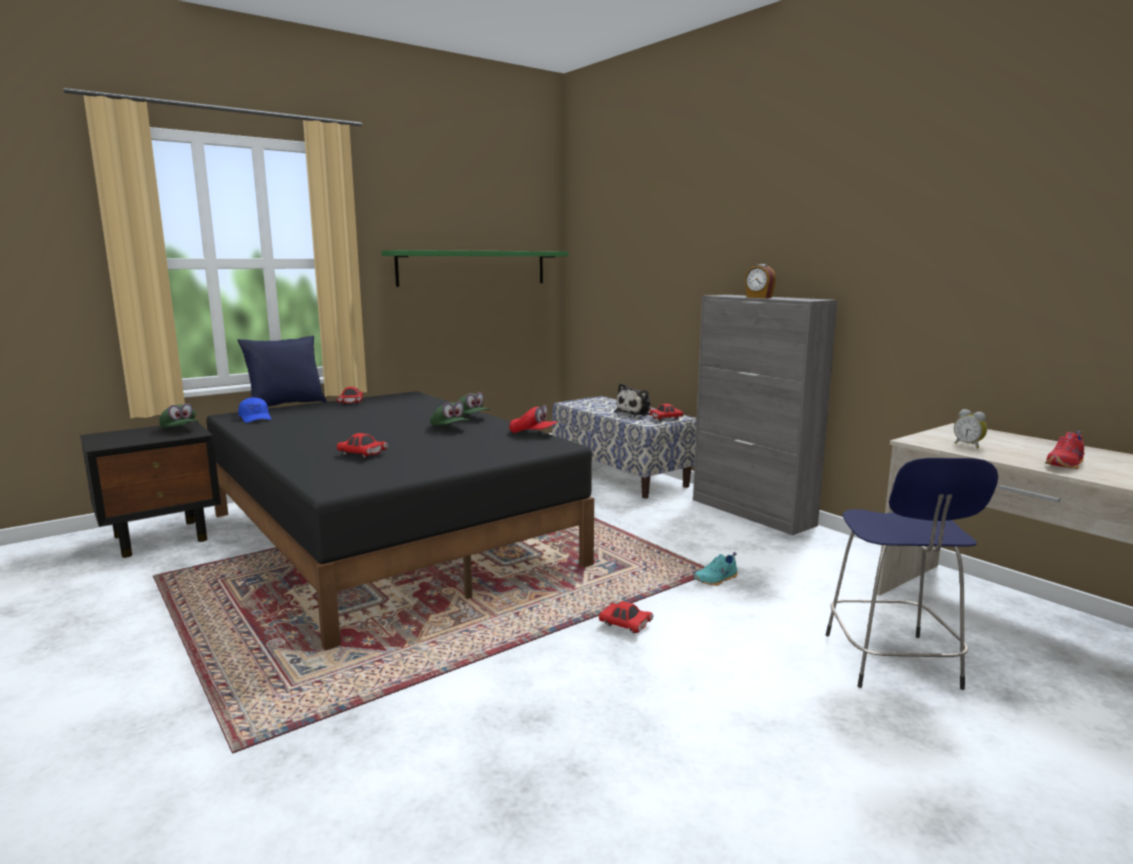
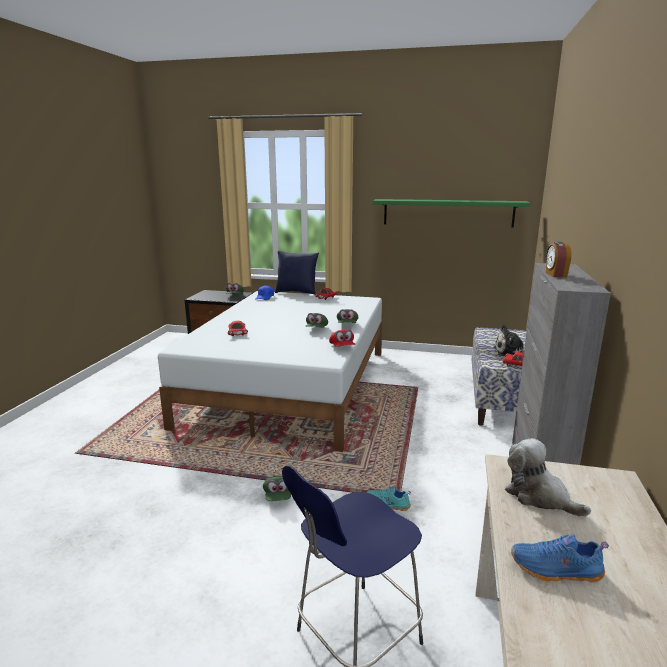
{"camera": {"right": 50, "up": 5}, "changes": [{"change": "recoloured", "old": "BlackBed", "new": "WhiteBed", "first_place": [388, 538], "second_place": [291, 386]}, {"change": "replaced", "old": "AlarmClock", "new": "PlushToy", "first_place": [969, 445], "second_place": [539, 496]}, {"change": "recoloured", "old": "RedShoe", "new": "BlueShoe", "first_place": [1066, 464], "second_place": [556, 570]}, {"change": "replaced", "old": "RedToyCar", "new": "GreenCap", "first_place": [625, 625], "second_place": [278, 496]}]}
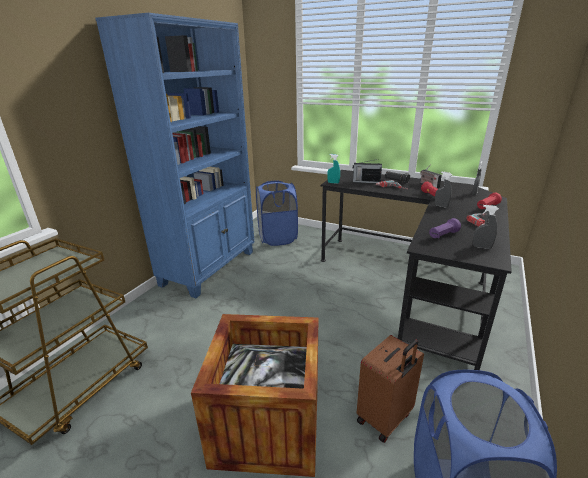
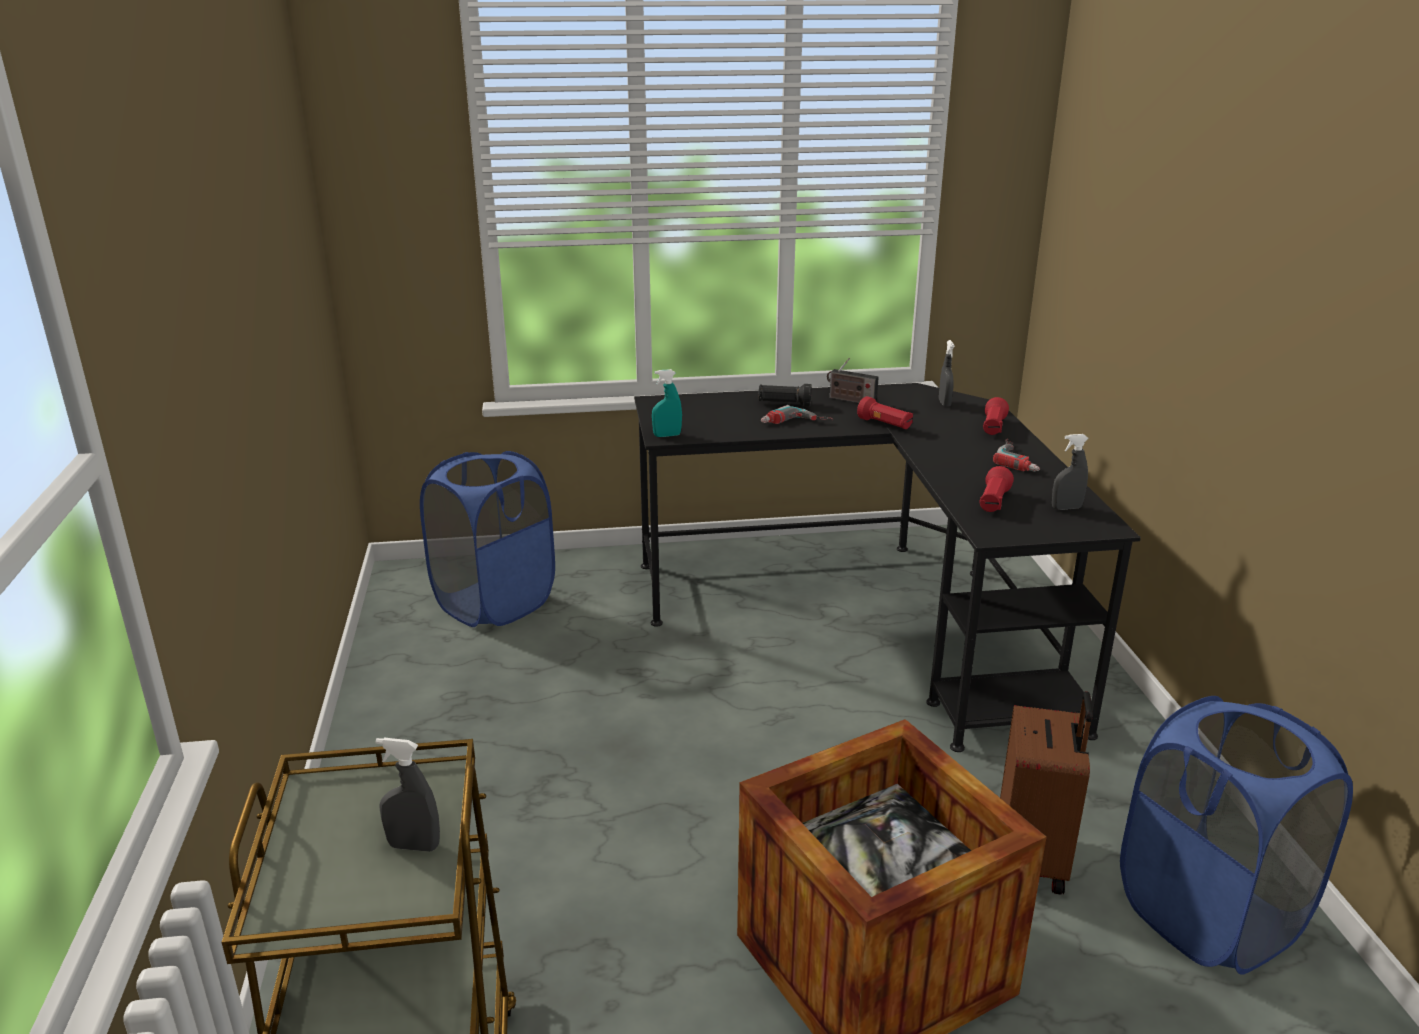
{"camera": {"right": -35, "up": 0}, "changes": [{"change": "removed", "old": "BlueBookcase", "first_place": [210, 267]}, {"change": "removed", "old": "Radio", "first_place": [366, 181]}, {"change": "moved", "old": "GreySprayBottle", "first_place": [441, 206], "second_place": [414, 846]}, {"change": "recoloured", "old": "PurpleFlashlight", "new": "RedFlashlight", "first_place": [443, 235], "second_place": [993, 502]}]}
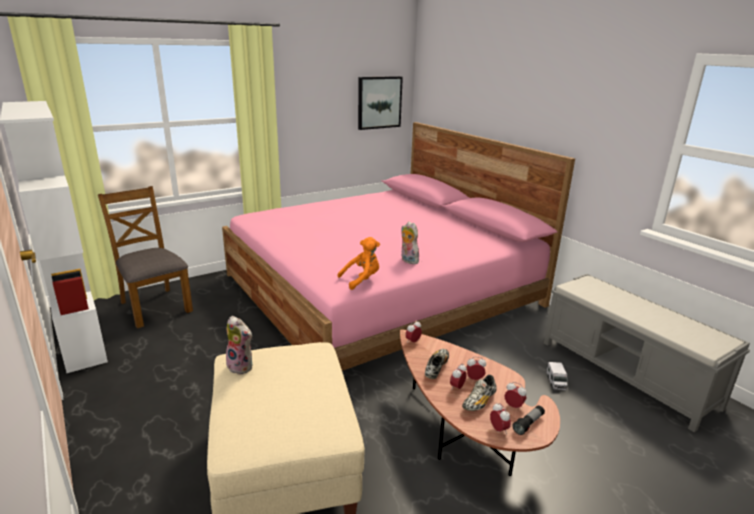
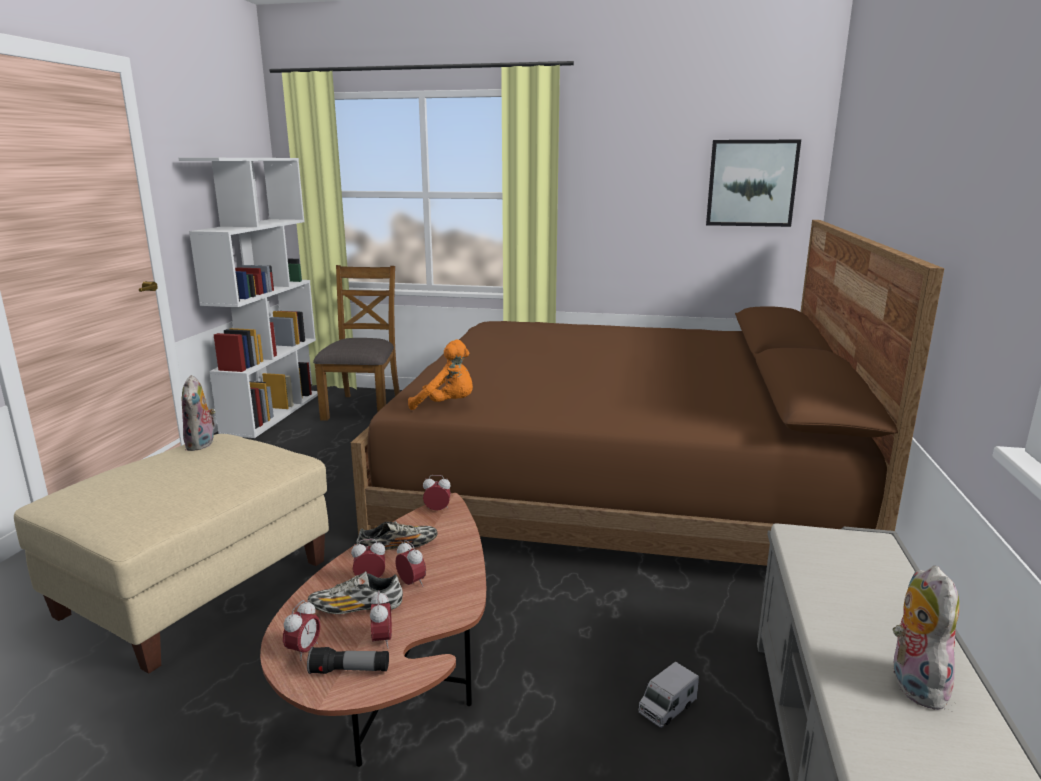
{"camera": {"right": 45, "up": -5}, "changes": [{"change": "recoloured", "old": "PinkBed", "new": "BrownBed", "first_place": [381, 290], "second_place": [619, 471]}, {"change": "moved", "old": "PlushToy", "first_place": [408, 260], "second_place": [912, 683]}]}
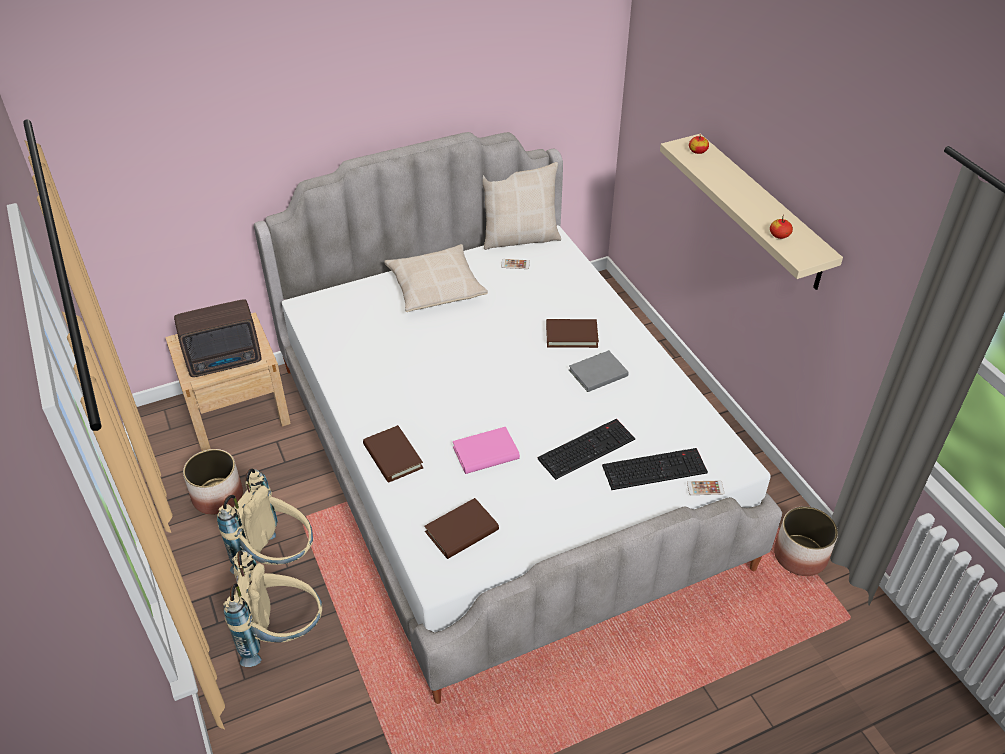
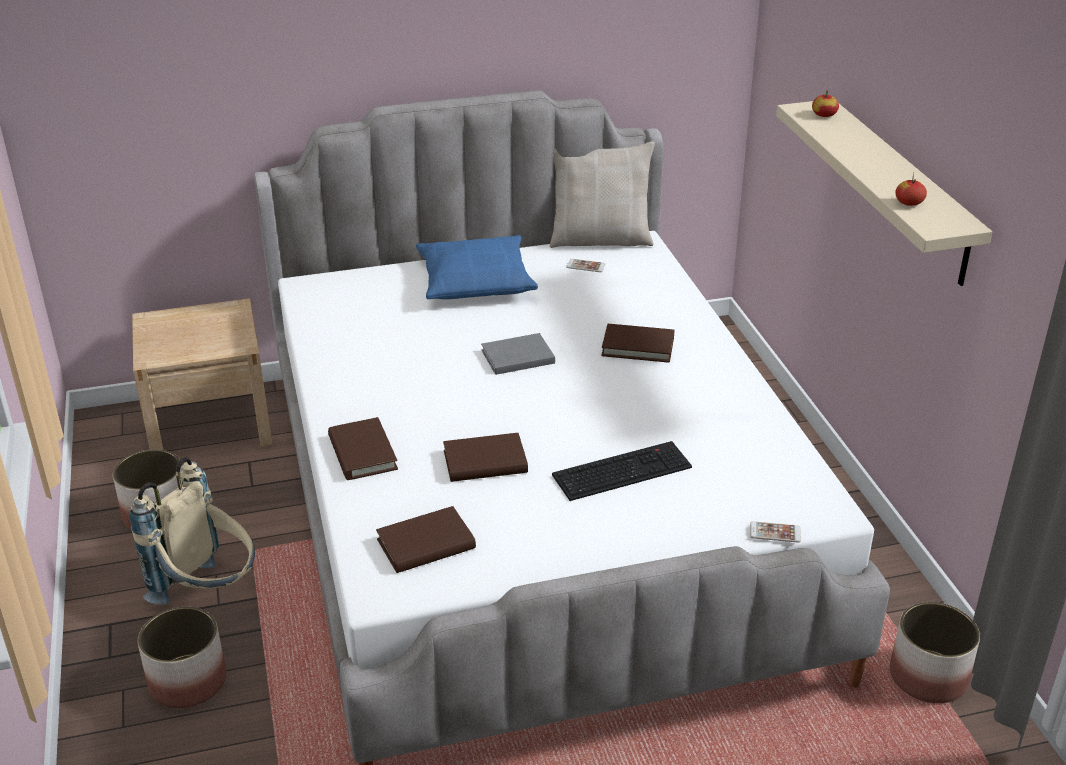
{"camera": {"right": 10, "up": -10}, "changes": [{"change": "recoloured", "old": "BeigePillow", "new": "BluePillow", "first_place": [435, 287], "second_place": [475, 280]}, {"change": "removed", "old": "Radio", "first_place": [226, 361]}, {"change": "moved", "old": "GreyBook", "first_place": [596, 373], "second_place": [515, 356]}, {"change": "recoloured", "old": "PinkBook", "new": "BrownBook", "first_place": [486, 453], "second_place": [485, 462]}, {"change": "removed", "old": "Keyboard", "first_place": [655, 468]}, {"change": "replaced", "old": "BeigeBackpack", "new": "Planter", "first_place": [282, 634], "second_place": [187, 681]}]}
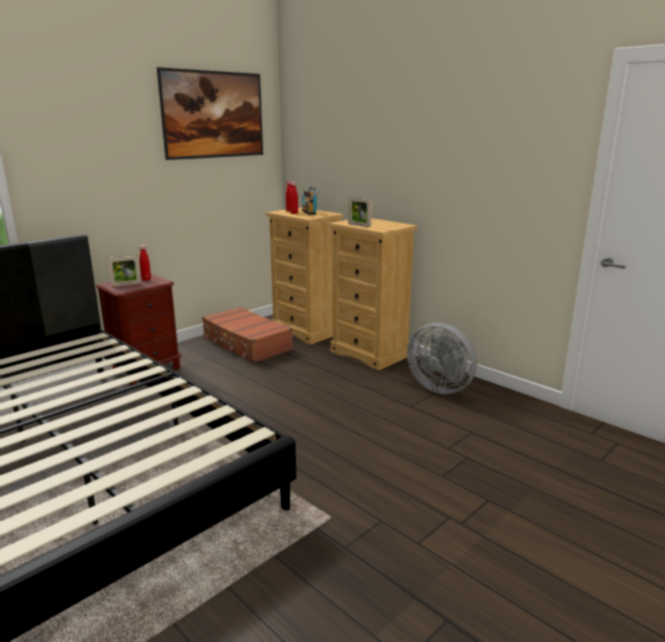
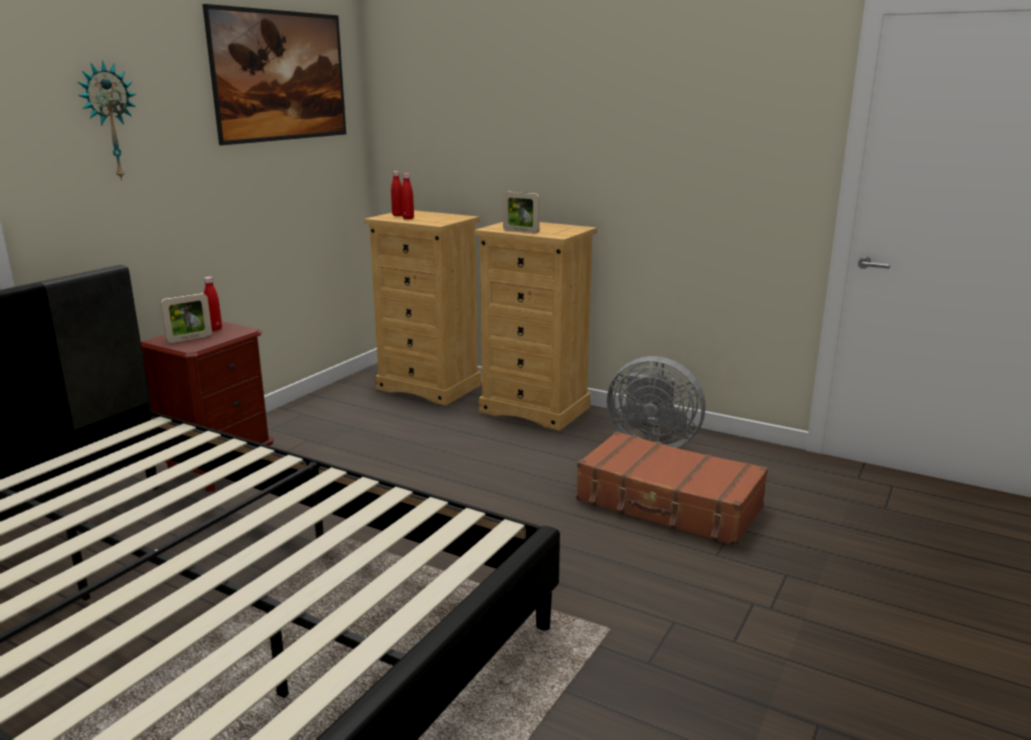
{"camera": {"right": -15, "up": 0}, "changes": [{"change": "removed", "old": "Radio", "first_place": [310, 212]}, {"change": "moved", "old": "BrownSuitcase", "first_place": [246, 344], "second_place": [668, 504]}, {"change": "added", "new": "WallClock", "second_place": [109, 121]}]}
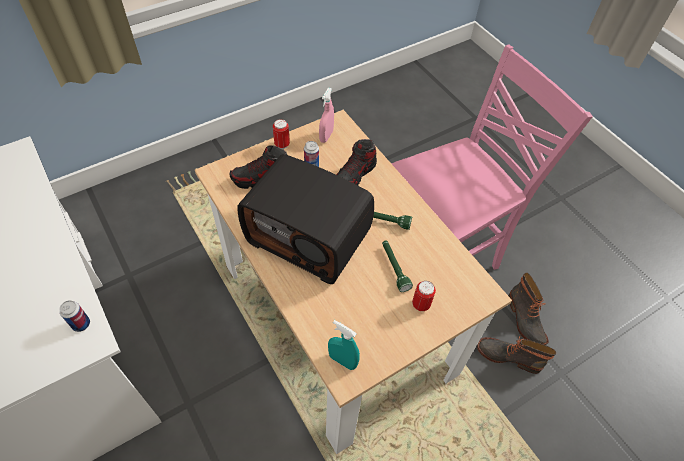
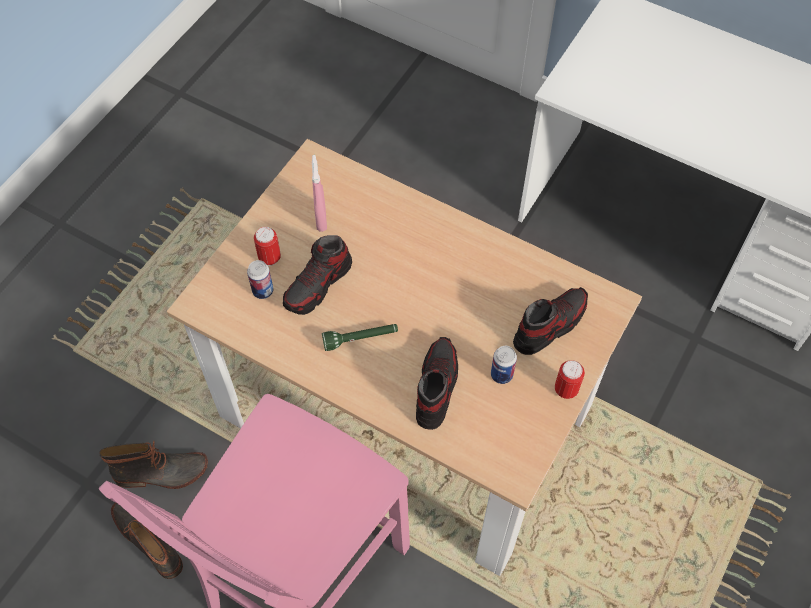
{"camera": {"right": 155, "up": 5}, "changes": [{"change": "moved", "old": "PinkSprayBottle", "first_place": [326, 136], "second_place": [321, 219]}, {"change": "removed", "old": "Radio", "first_place": [309, 236]}, {"change": "replaced", "old": "GreenFlashlight", "new": "Shoe", "first_place": [394, 268], "second_place": [318, 285]}, {"change": "moved", "old": "Can", "first_place": [81, 324], "second_place": [263, 291]}, {"change": "removed", "old": "TurquoiseSprayBottle", "first_place": [342, 360]}]}
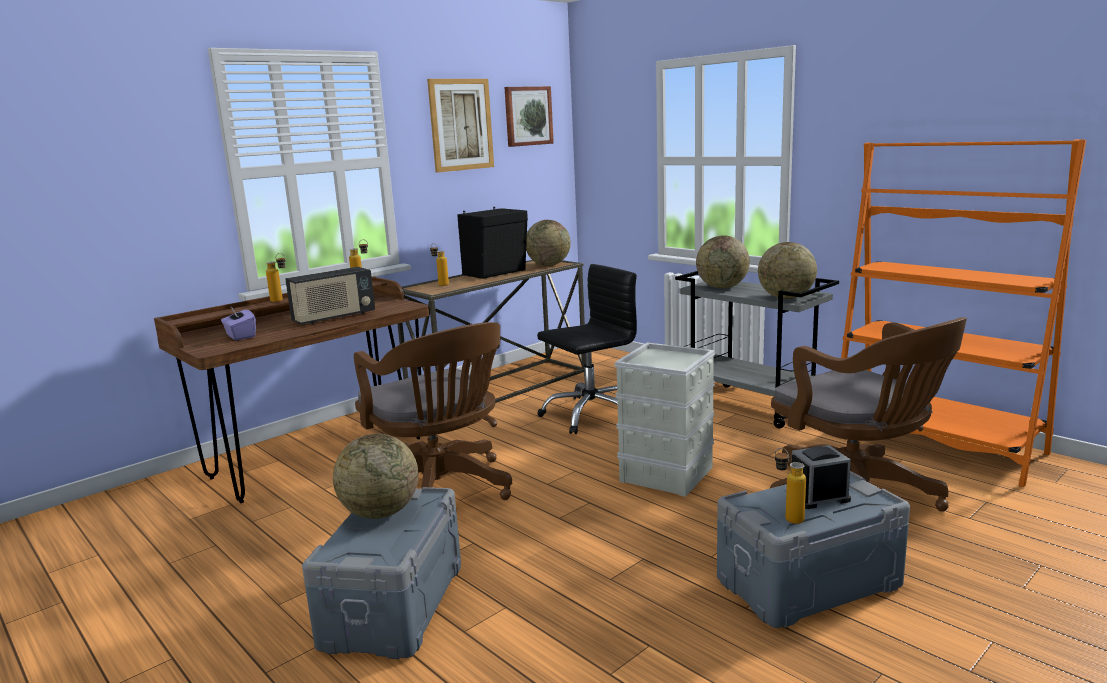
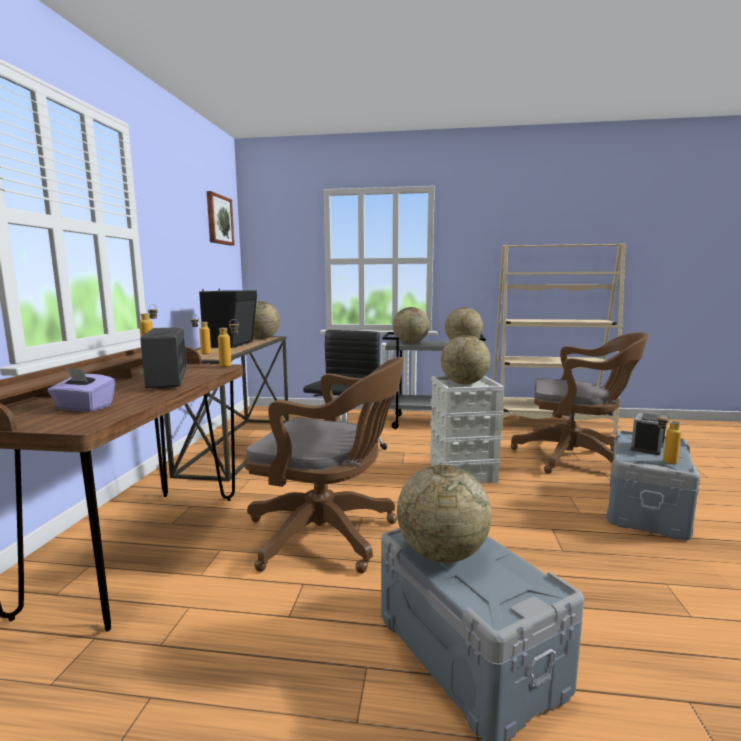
{"camera": {"right": -40, "up": -5}, "changes": [{"change": "removed", "old": "Picture", "first_place": [461, 125]}, {"change": "recoloured", "old": "OrangeBookcase", "new": "BeigeBookcase", "first_place": [936, 444], "second_place": [550, 423]}, {"change": "moved", "old": "Bottle", "first_place": [281, 301], "second_place": [230, 365]}, {"change": "turned", "old": "Radio", "first_place": [334, 317], "second_place": [167, 381], "degrees": 150}, {"change": "added", "new": "Globe", "second_place": [464, 383]}]}
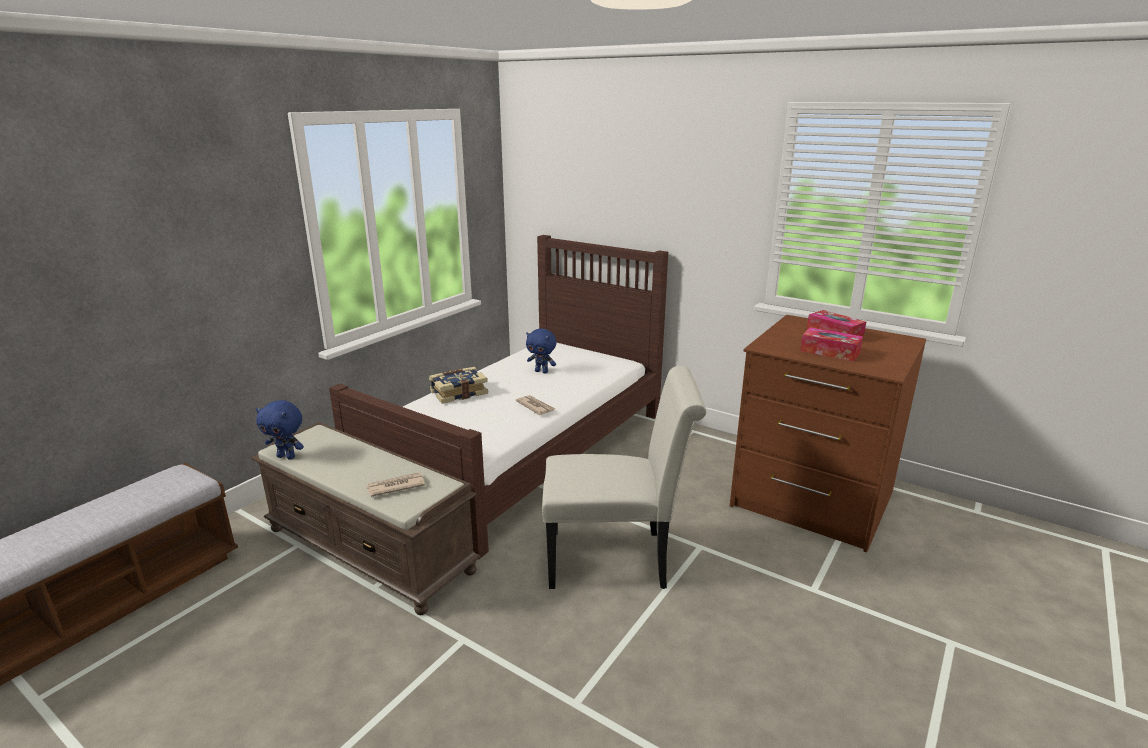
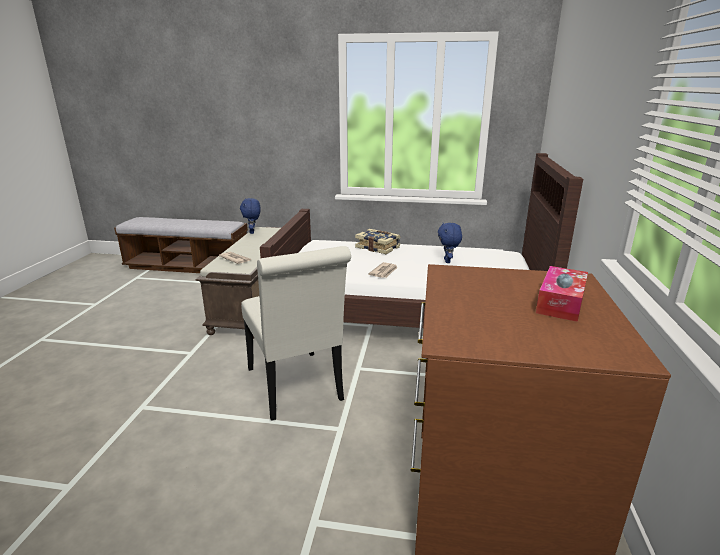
{"camera": {"right": 65, "up": 0}, "changes": [{"change": "removed", "old": "TissueBox", "first_place": [830, 352]}]}
